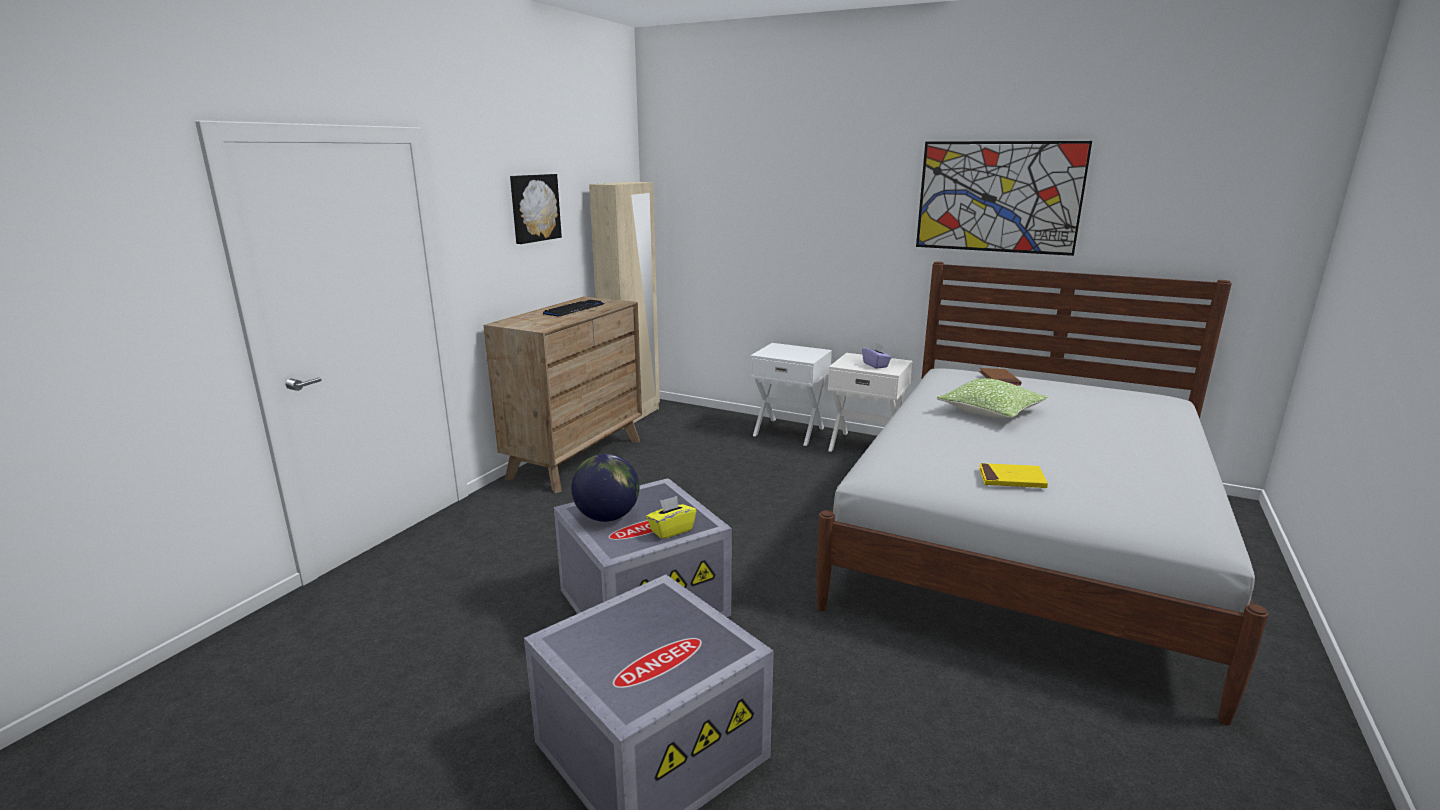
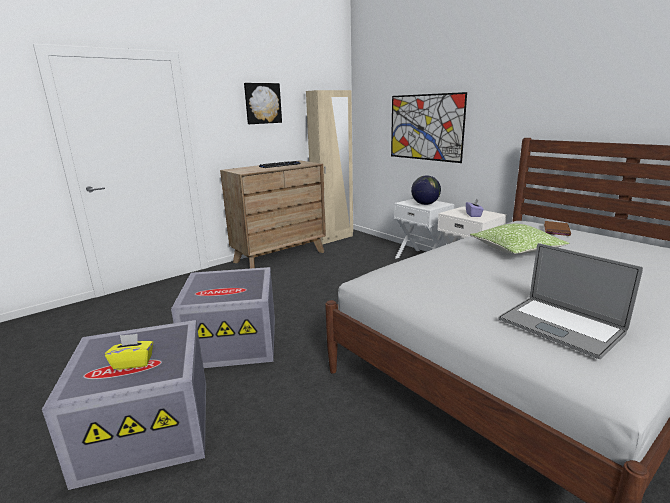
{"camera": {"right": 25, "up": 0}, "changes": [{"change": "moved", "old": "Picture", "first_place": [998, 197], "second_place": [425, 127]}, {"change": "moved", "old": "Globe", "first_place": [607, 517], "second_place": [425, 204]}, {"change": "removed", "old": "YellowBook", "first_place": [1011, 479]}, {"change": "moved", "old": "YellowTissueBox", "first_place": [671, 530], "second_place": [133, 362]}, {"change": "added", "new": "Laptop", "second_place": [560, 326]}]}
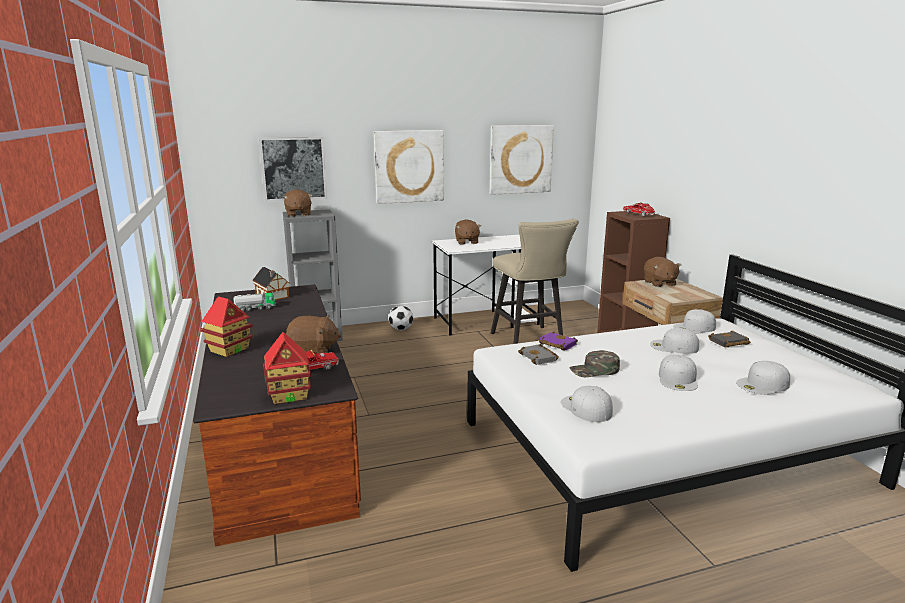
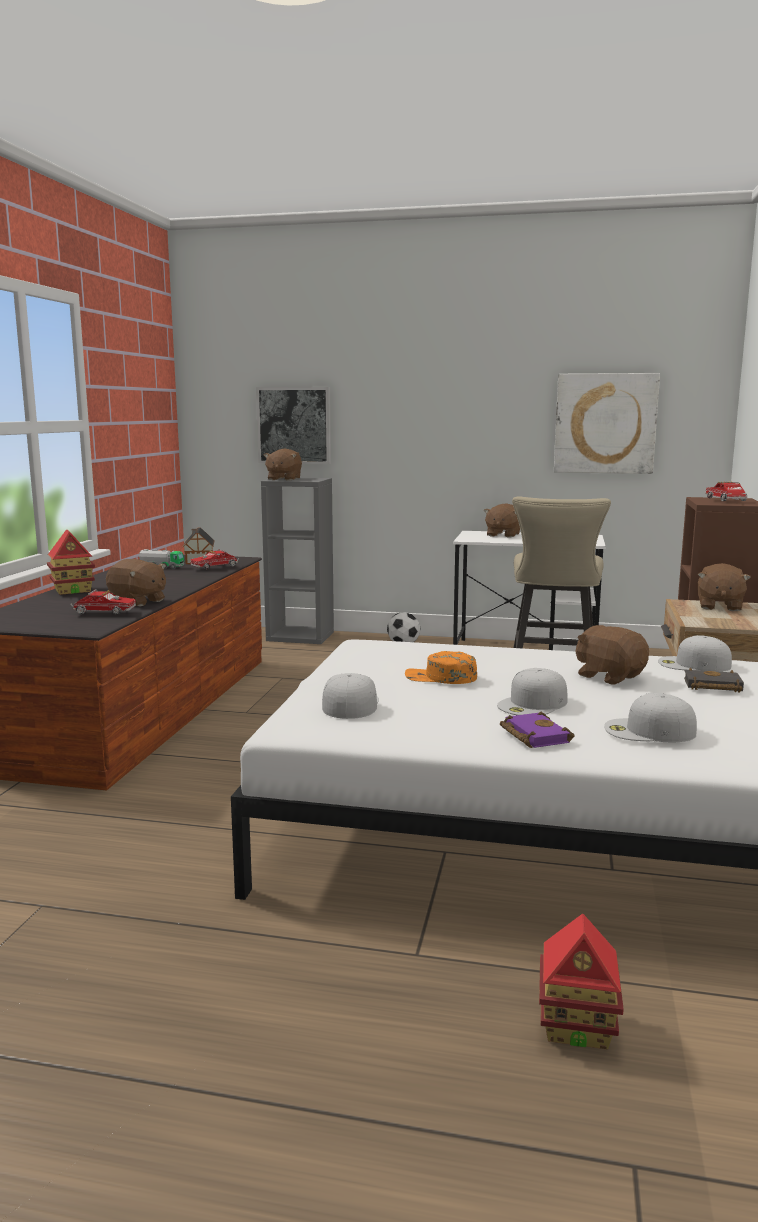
{"camera": {"right": 30, "up": -5}, "changes": [{"change": "removed", "old": "Picture", "first_place": [409, 166]}, {"change": "replaced", "old": "WhiteCap", "new": "BrownPlushToy", "first_place": [673, 347], "second_place": [609, 676]}, {"change": "moved", "old": "PurpleBook", "first_place": [556, 344], "second_place": [532, 735]}, {"change": "moved", "old": "ToyHouse", "first_place": [289, 395], "second_place": [577, 1027]}, {"change": "removed", "old": "GreyBook", "first_place": [539, 357]}, {"change": "recoloured", "old": "GreenCap", "new": "OrangeCap", "first_place": [594, 370], "second_place": [440, 677]}, {"change": "added", "new": "ToyTruck", "second_place": [216, 568]}]}
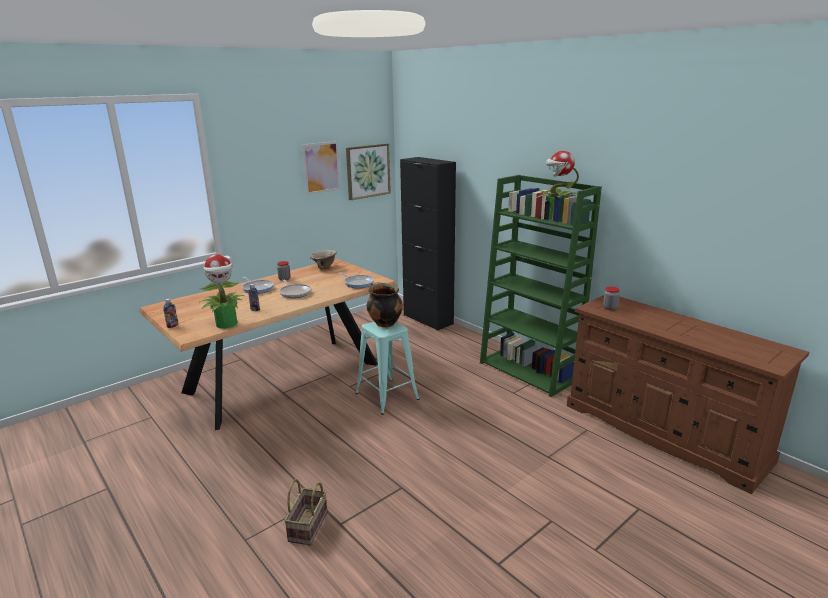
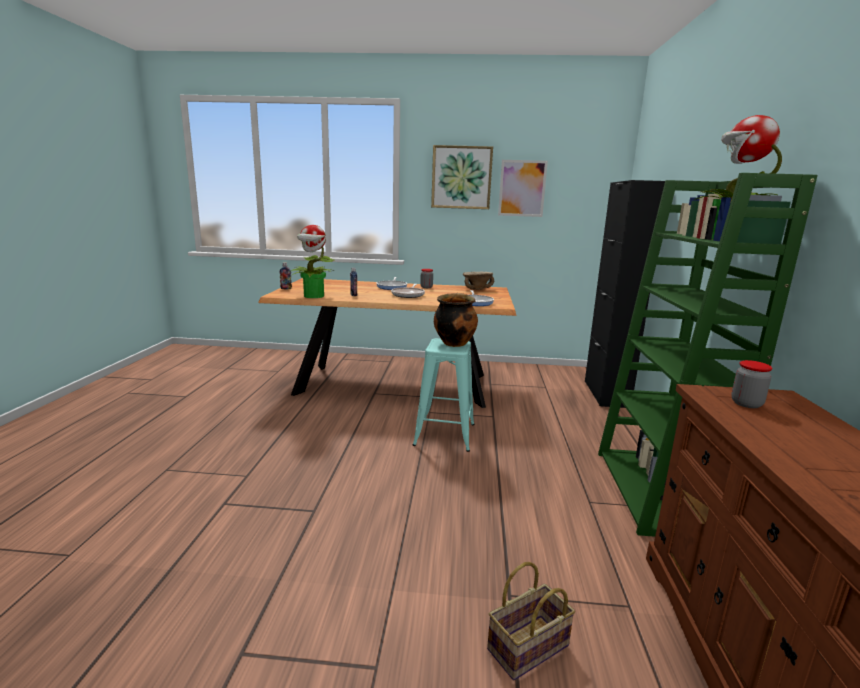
{"camera": {"right": 45, "up": -5}, "changes": [{"change": "moved", "old": "Picture", "first_place": [367, 171], "second_place": [461, 177]}, {"change": "moved", "old": "Basket", "first_place": [308, 527], "second_place": [527, 649]}]}
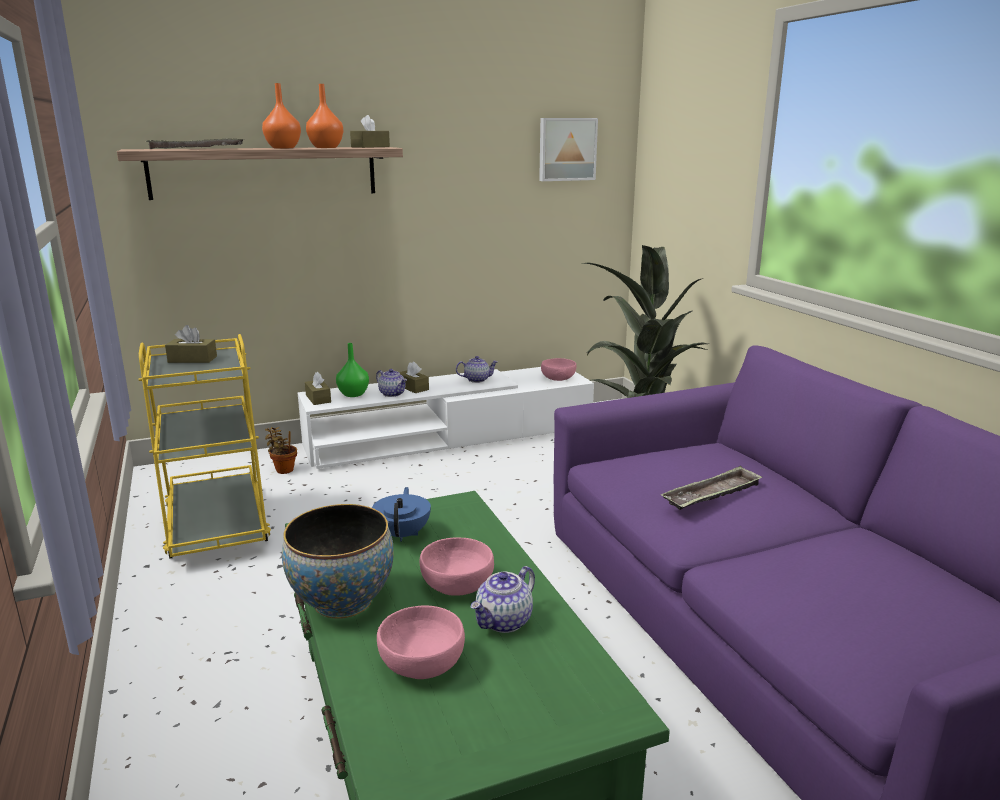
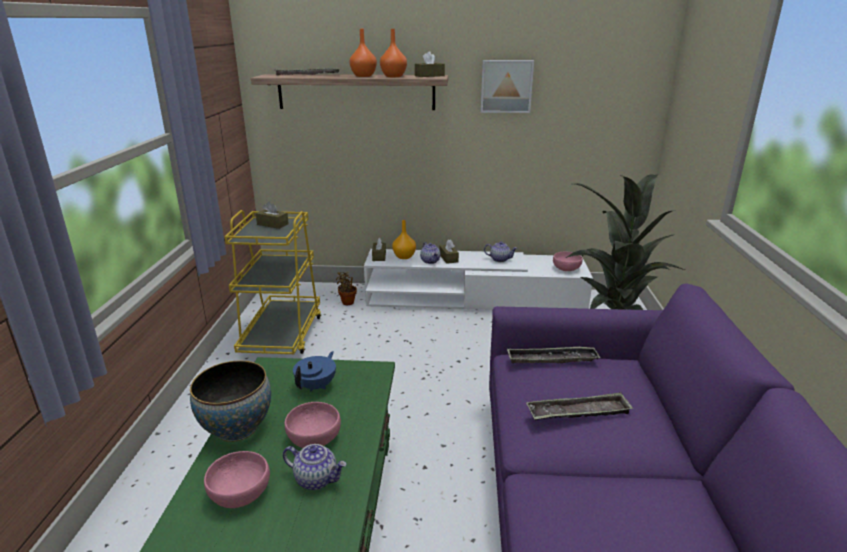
{"camera": {"right": 25, "up": 5}, "changes": [{"change": "moved", "old": "Picture", "first_place": [566, 149], "second_place": [506, 86]}, {"change": "recoloured", "old": "GreenVase", "new": "OrangeVase", "first_place": [352, 394], "second_place": [403, 257]}, {"change": "turned", "old": "Teapot", "first_place": [504, 622], "second_place": [317, 479], "degrees": -135}, {"change": "added", "new": "Tray", "second_place": [551, 359]}]}
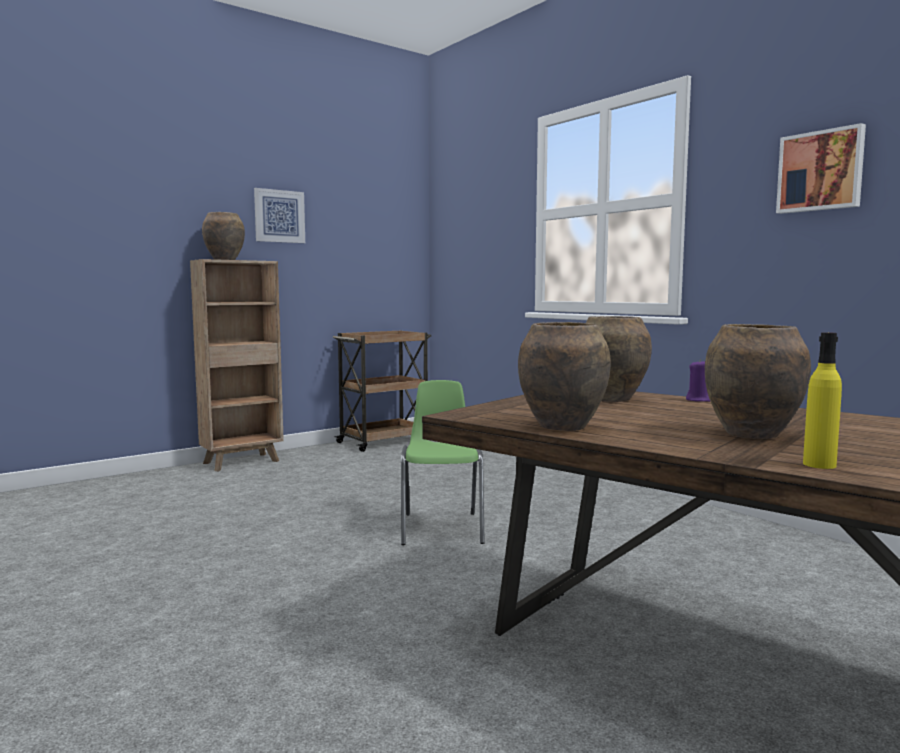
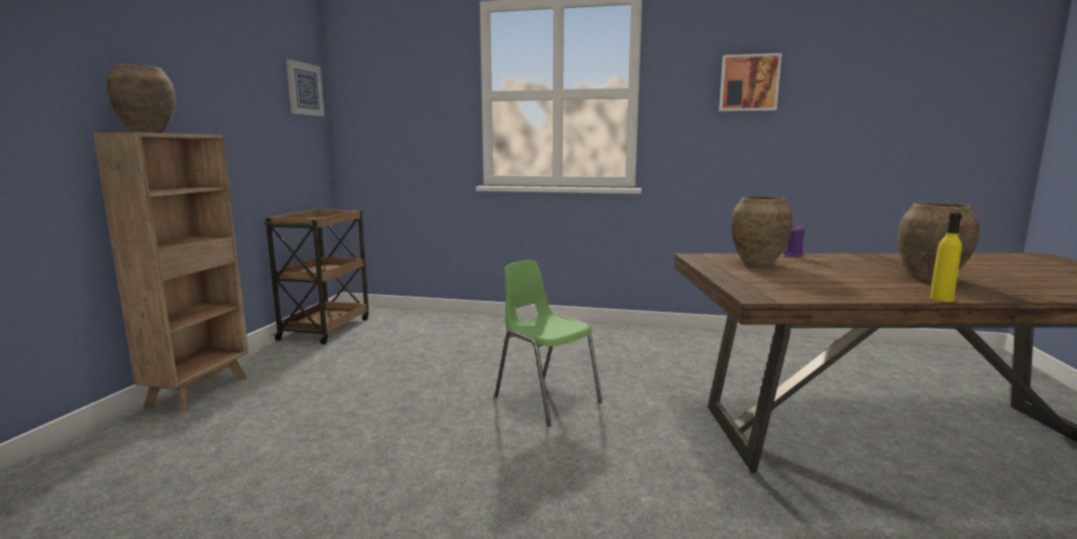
{"camera": {"right": -40, "up": 5}, "changes": [{"change": "moved", "old": "Picture", "first_place": [279, 216], "second_place": [304, 89]}, {"change": "removed", "old": "BrownVase", "first_place": [563, 427]}, {"change": "moved", "old": "YellowBottle", "first_place": [819, 464], "second_place": [941, 299]}]}
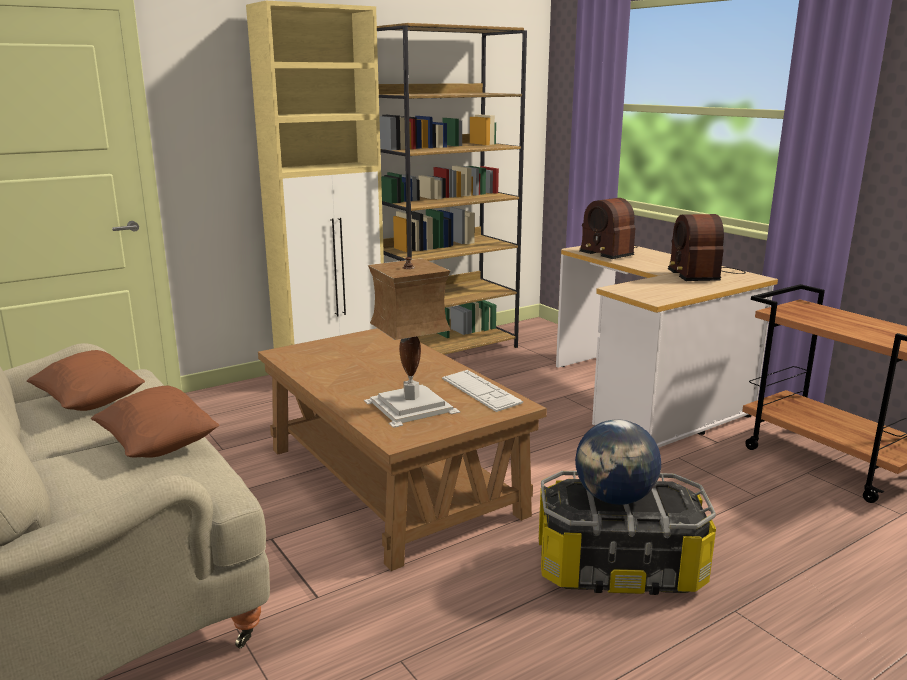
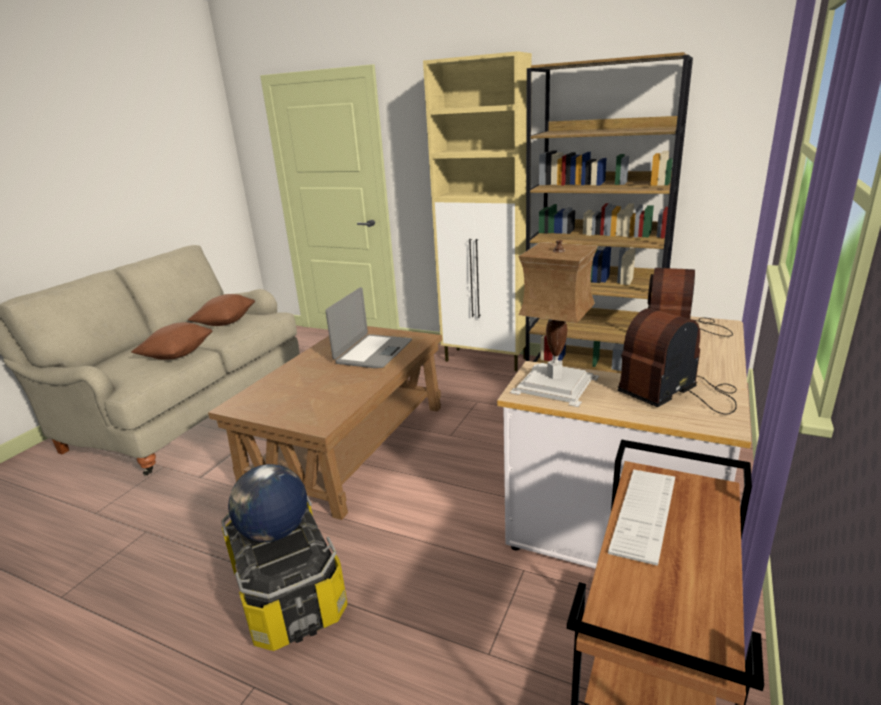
{"camera": {"right": 60, "up": 5}, "changes": [{"change": "moved", "old": "TableLamp", "first_place": [413, 406], "second_place": [556, 385]}, {"change": "moved", "old": "Keyboard", "first_place": [481, 391], "second_place": [644, 514]}, {"change": "added", "new": "Laptop", "second_place": [373, 352]}]}
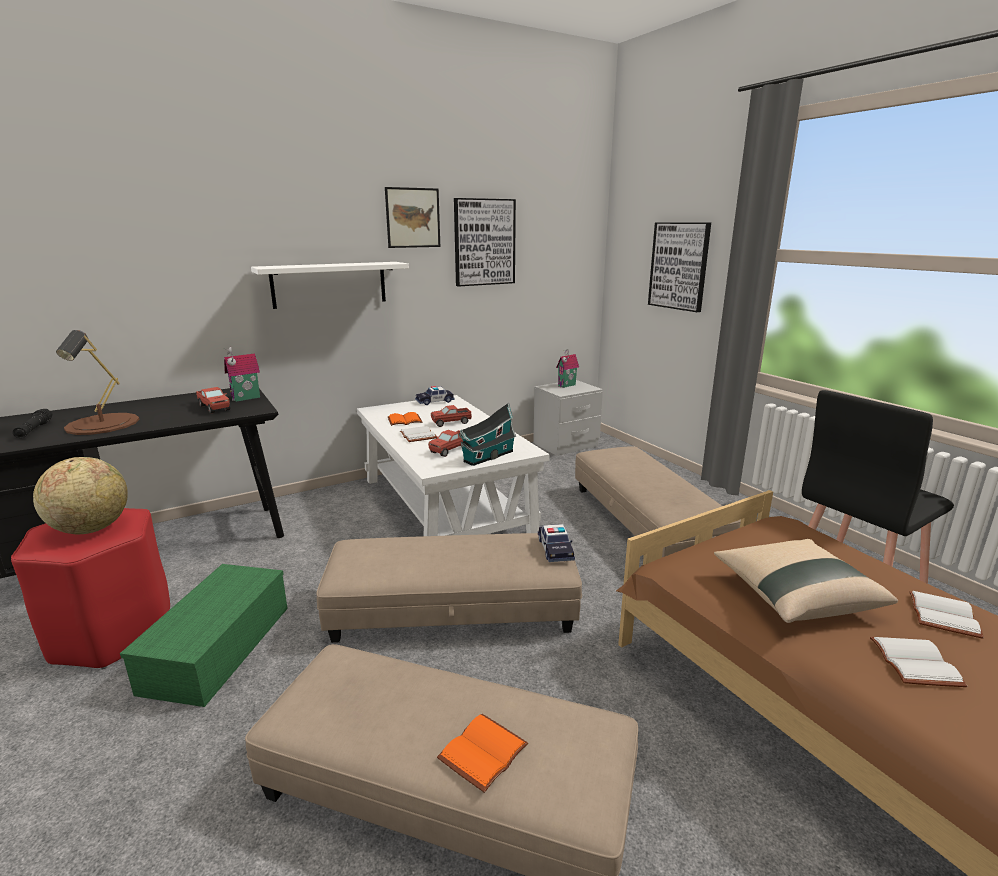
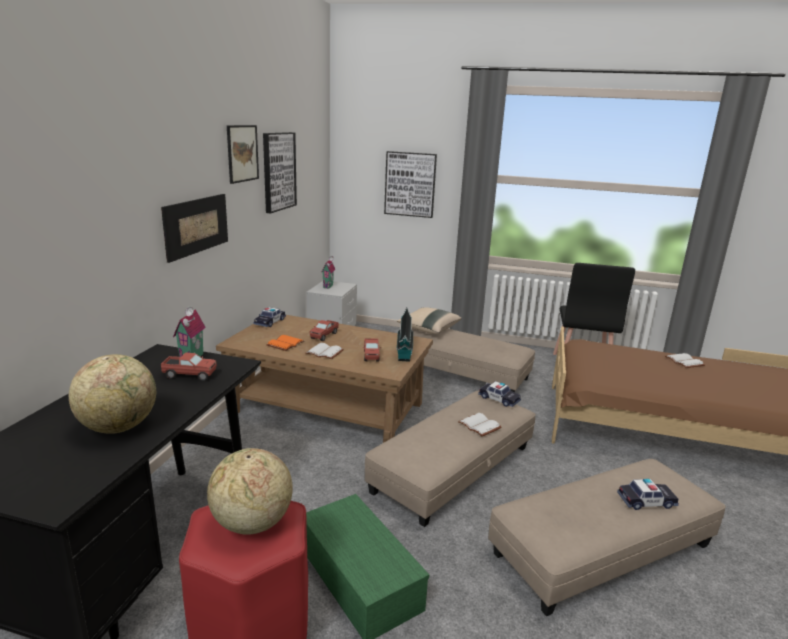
{"camera": {"right": -45, "up": 0}, "changes": [{"change": "replaced", "old": "WhiteShelf", "new": "Picture", "first_place": [329, 284], "second_place": [196, 225]}, {"change": "replaced", "old": "BrownTableLamp", "new": "Globe", "first_place": [102, 424], "second_place": [119, 427]}, {"change": "recoloured", "old": "WhiteCoffeeTable", "new": "BrownCoffeeTable", "first_place": [446, 505], "second_place": [329, 408]}, {"change": "removed", "old": "BlackFlashlight", "first_place": [34, 430]}, {"change": "moved", "old": "BeigePillow", "first_place": [794, 597], "second_place": [428, 329]}, {"change": "moved", "old": "WhiteBook", "first_place": [918, 664], "second_place": [480, 425]}, {"change": "replaced", "old": "OrangeBook", "new": "ToyCar", "first_place": [482, 750], "second_place": [646, 501]}]}
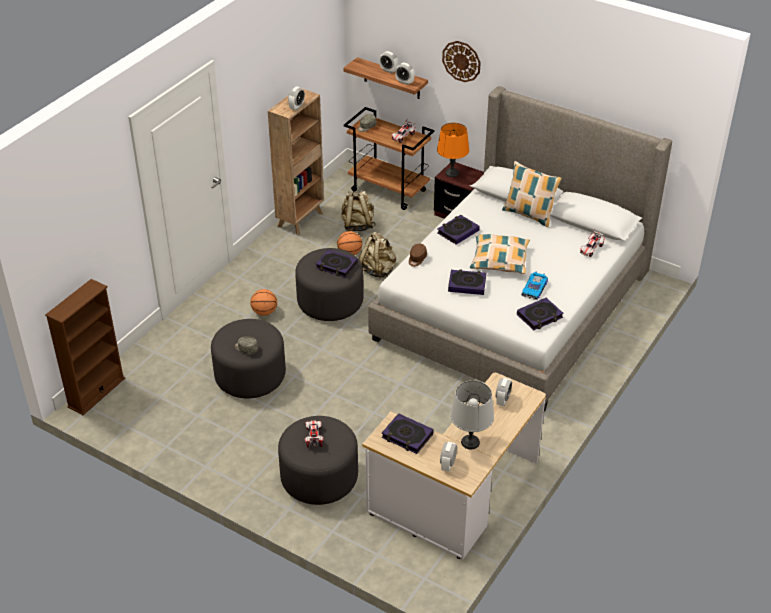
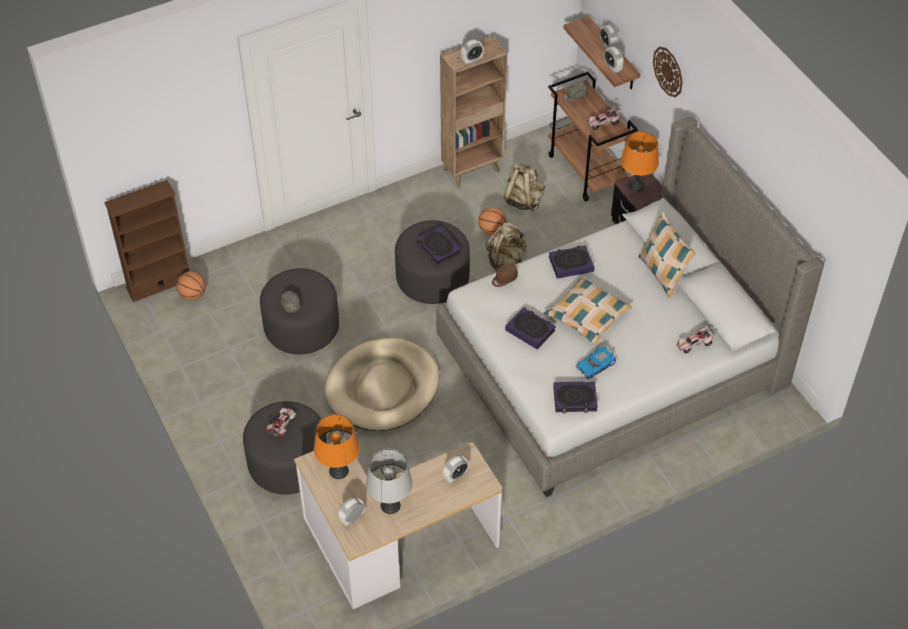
{"camera": {"right": 30, "up": 10}, "changes": [{"change": "moved", "old": "Basketball", "first_place": [264, 312], "second_place": [193, 295]}, {"change": "replaced", "old": "Book", "new": "OrangeTableLamp", "first_place": [407, 436], "second_place": [338, 471]}, {"change": "added", "new": "BeigeDogBed", "second_place": [383, 388]}]}
